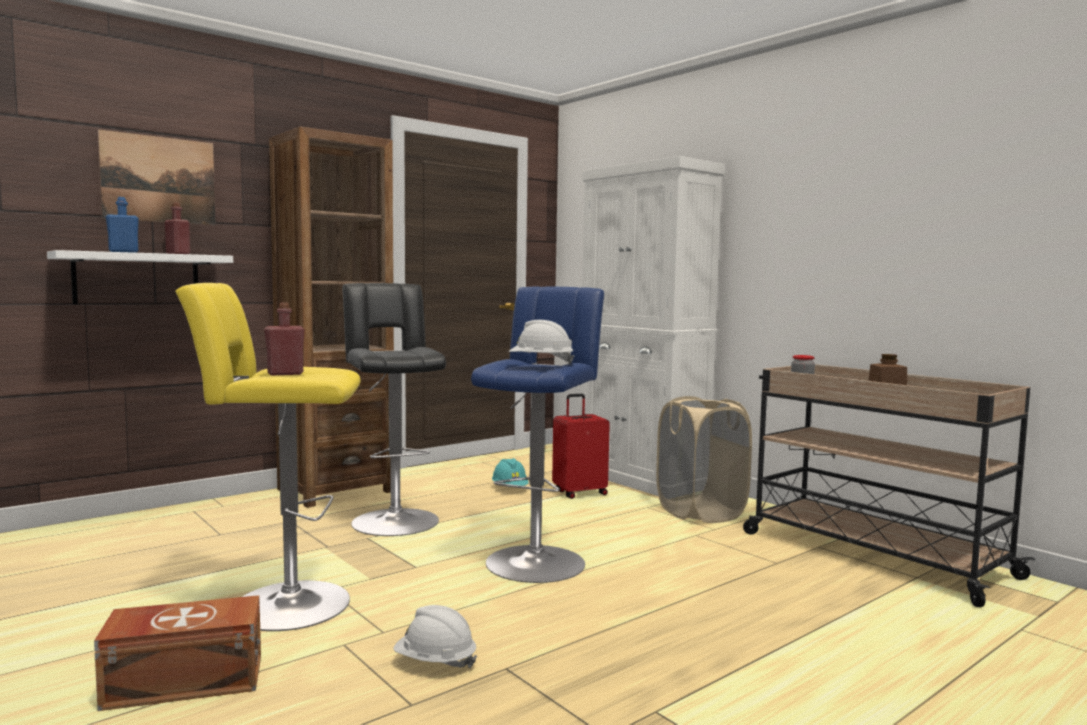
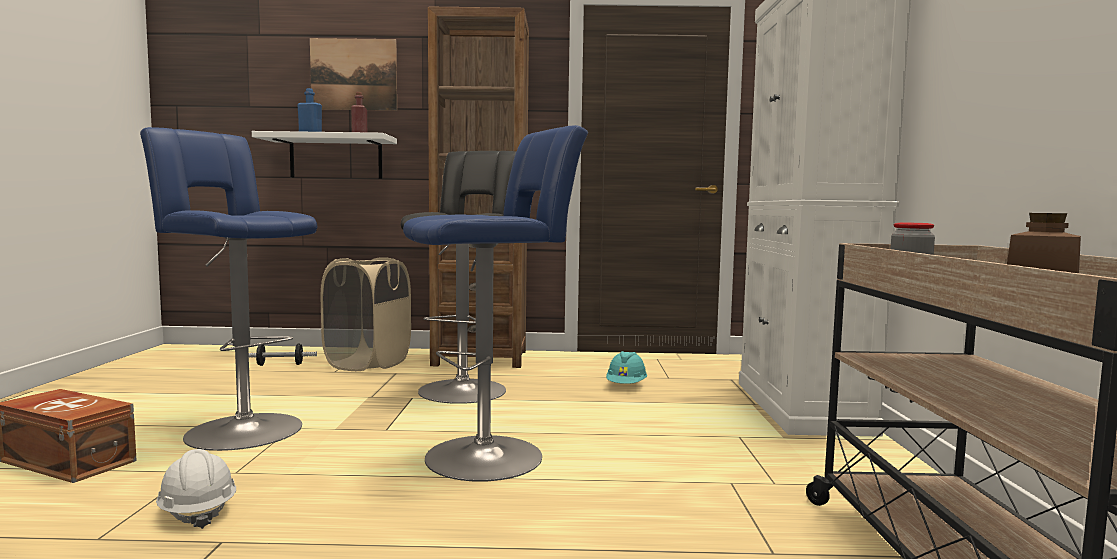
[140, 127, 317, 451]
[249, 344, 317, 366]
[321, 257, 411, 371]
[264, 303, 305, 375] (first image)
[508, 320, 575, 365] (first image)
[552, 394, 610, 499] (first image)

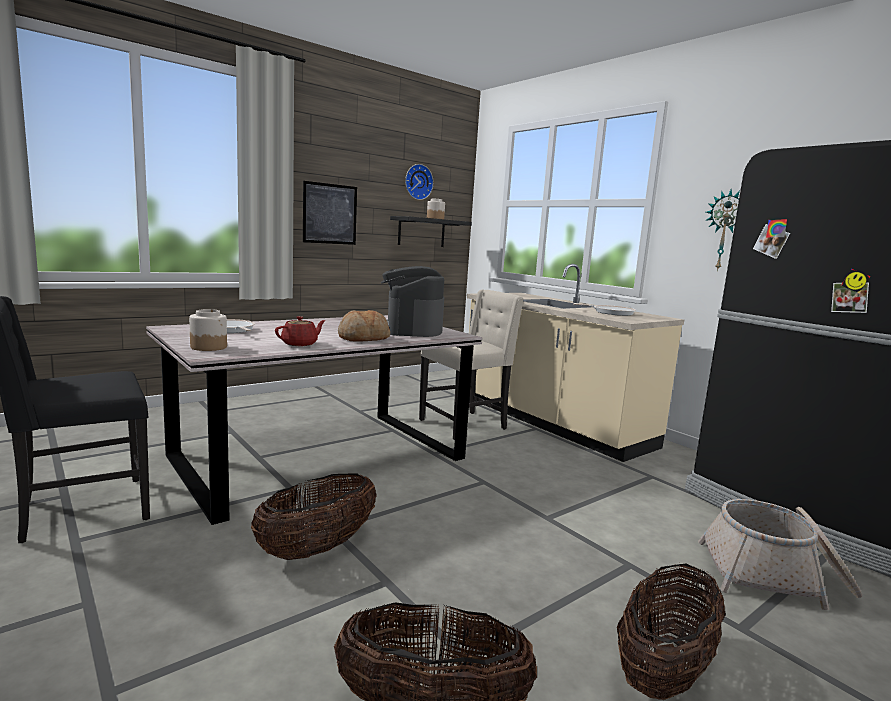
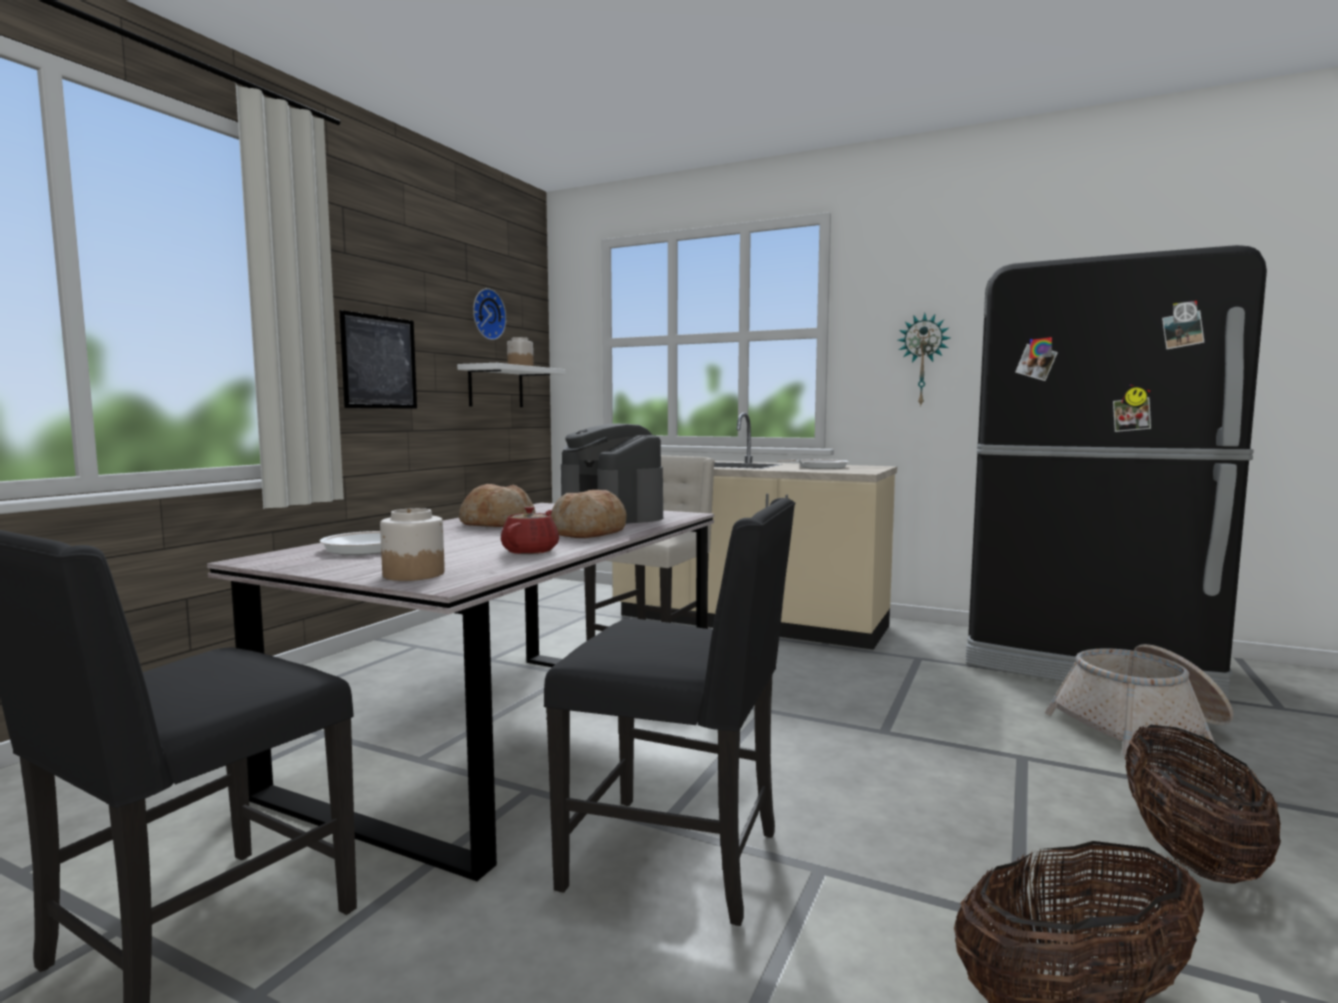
[457, 363, 566, 407]
[459, 484, 535, 527]
[544, 498, 795, 926]

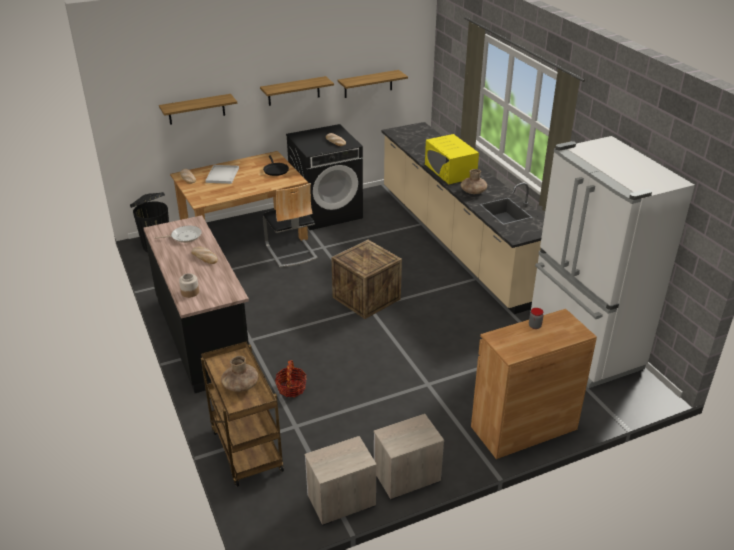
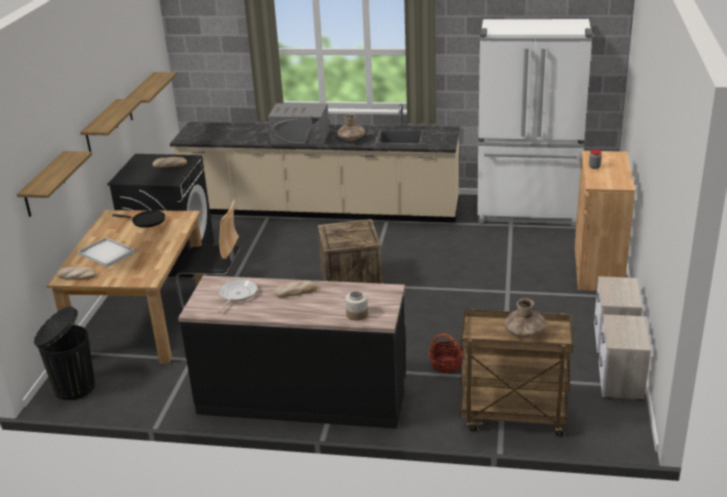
[268, 103, 329, 145]

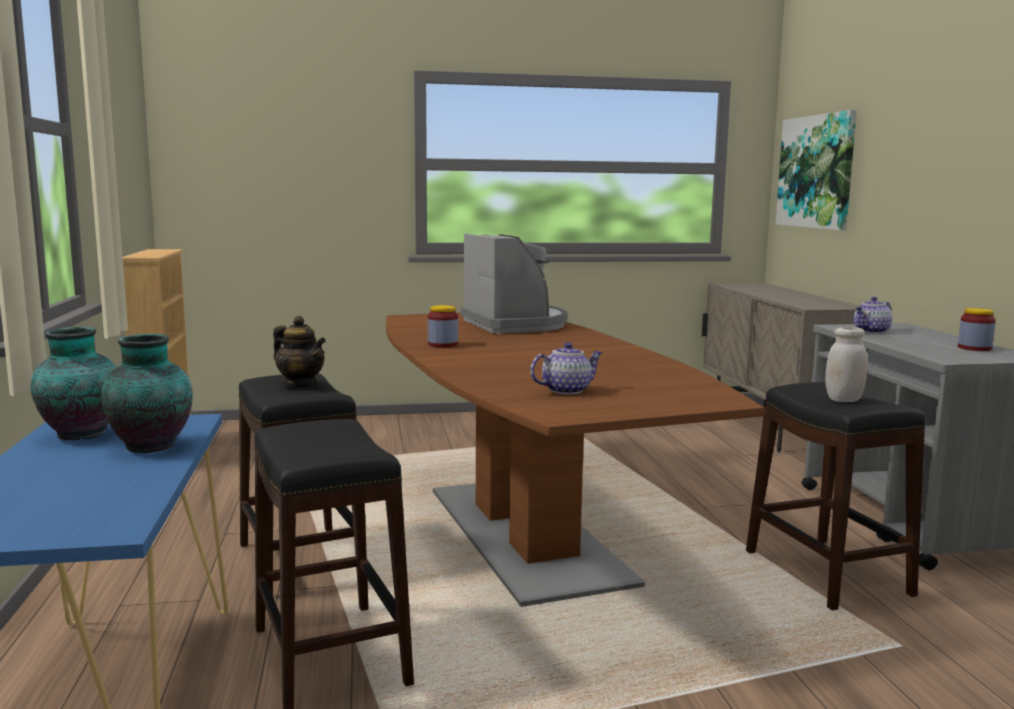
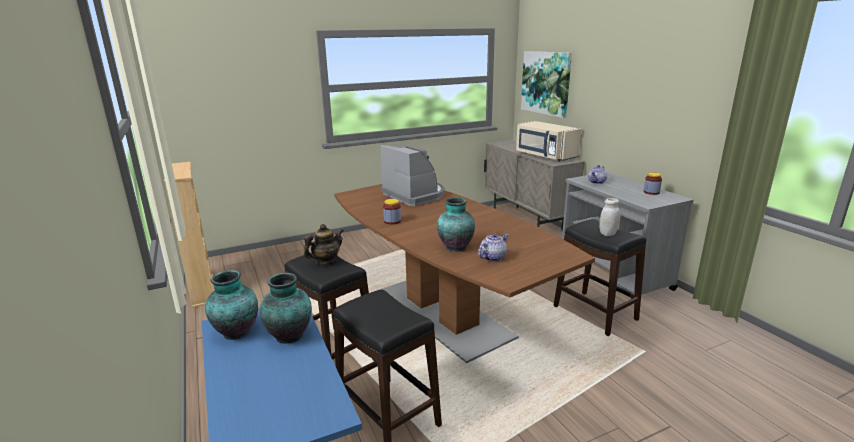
[304, 224, 343, 265]
[437, 197, 475, 252]
[516, 121, 581, 162]

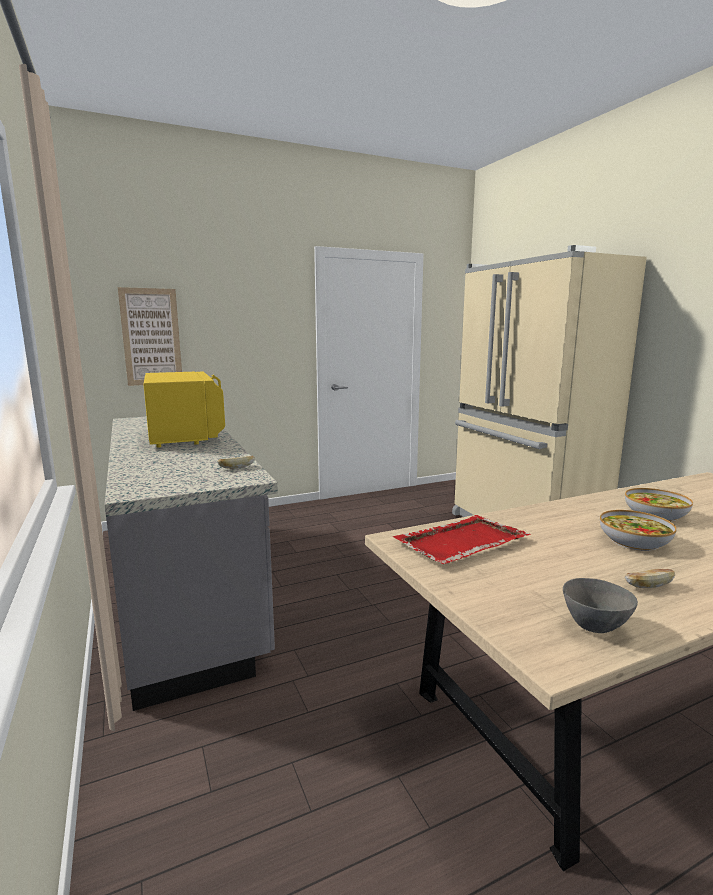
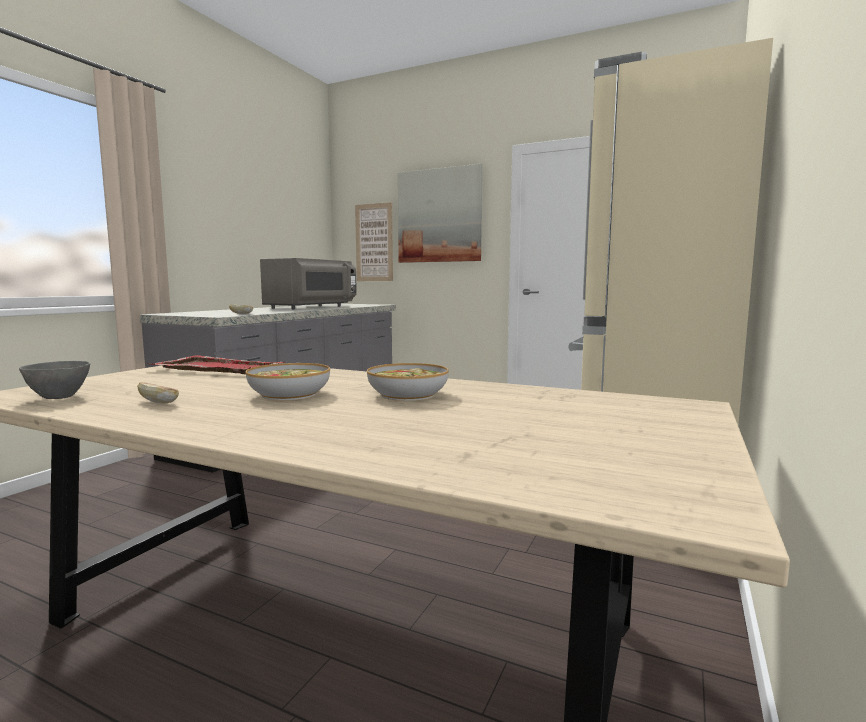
[260, 258, 357, 309]
[398, 164, 482, 263]

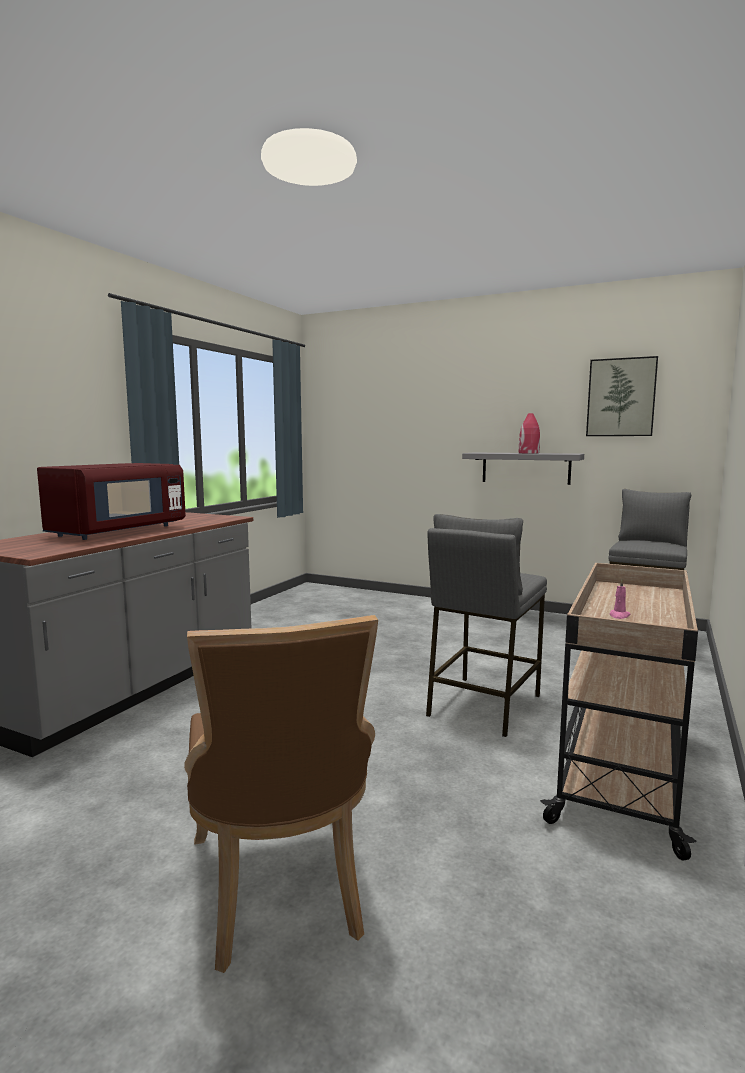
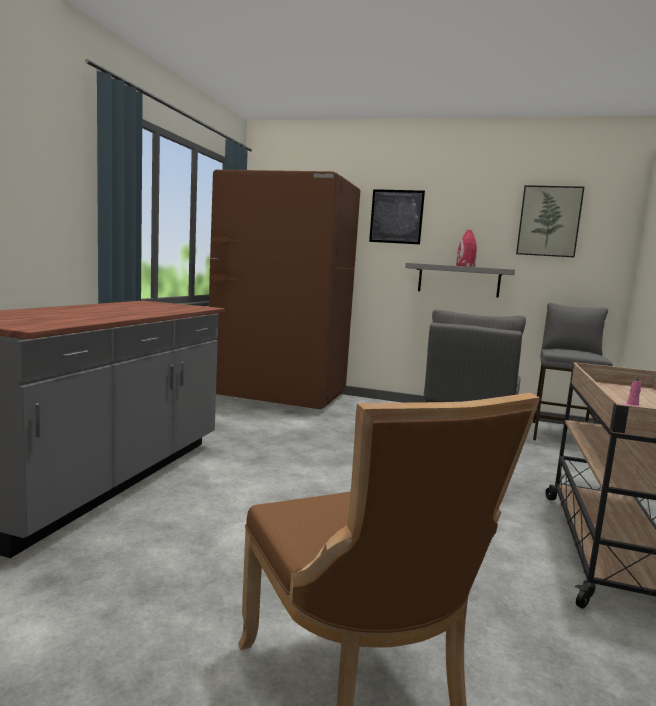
[209, 170, 360, 409]
[369, 189, 425, 244]
[37, 463, 186, 540] (first image)

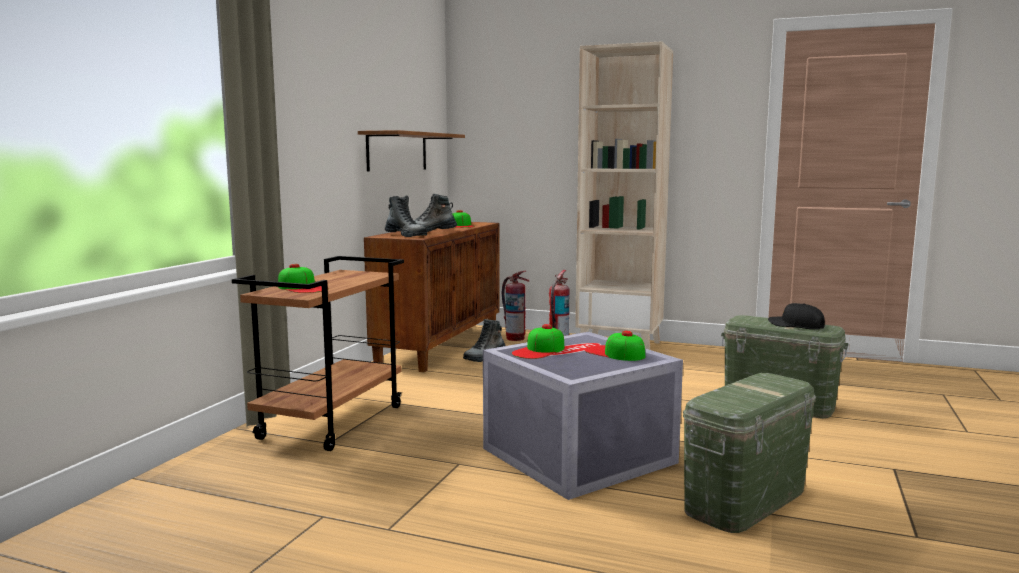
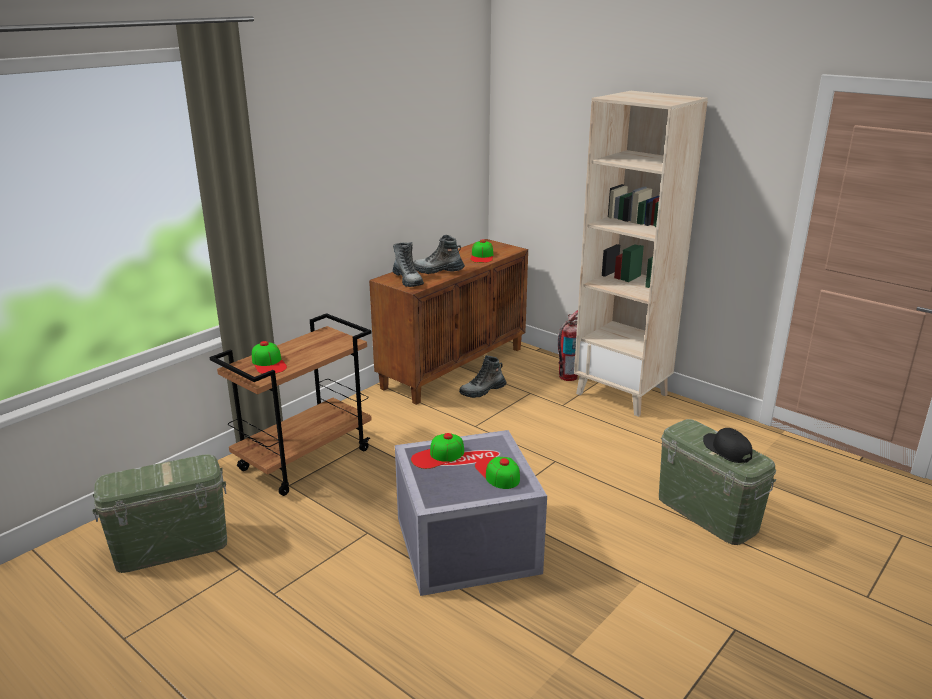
[92, 454, 227, 573]
[358, 130, 465, 171] (first image)
[502, 271, 529, 341] (first image)

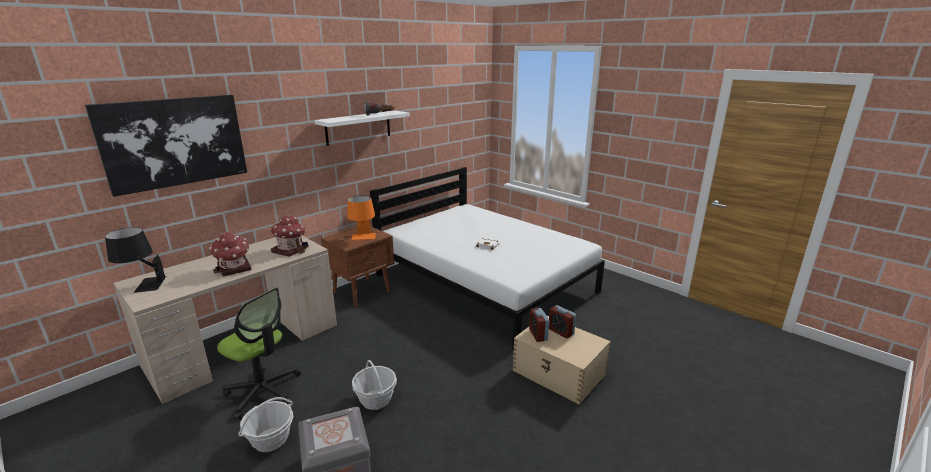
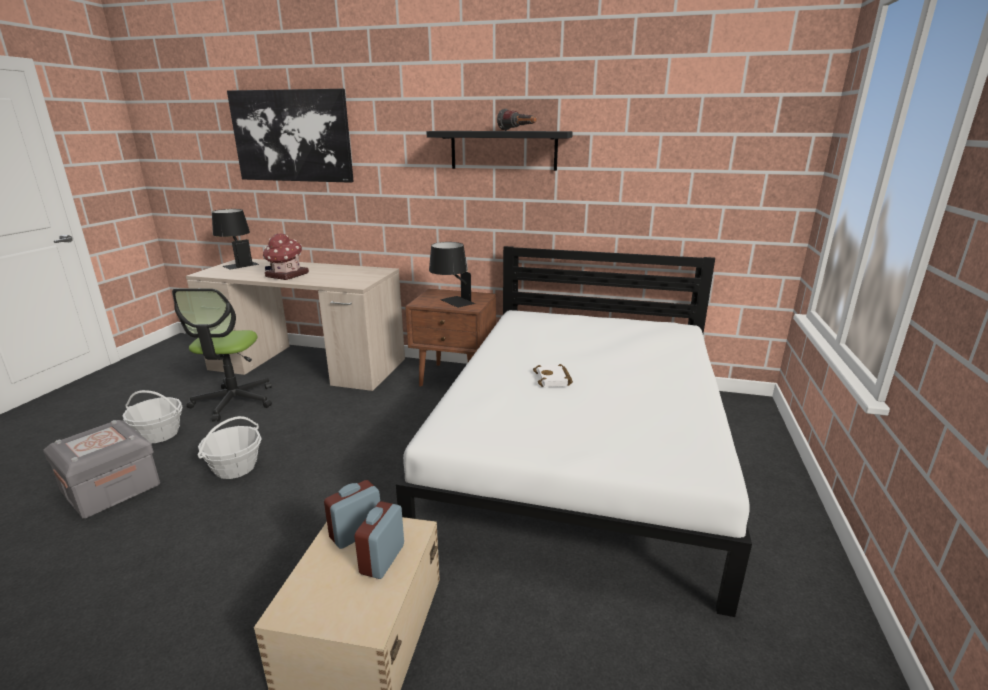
[427, 131, 573, 171]
[429, 242, 475, 308]
[270, 215, 309, 257] (first image)

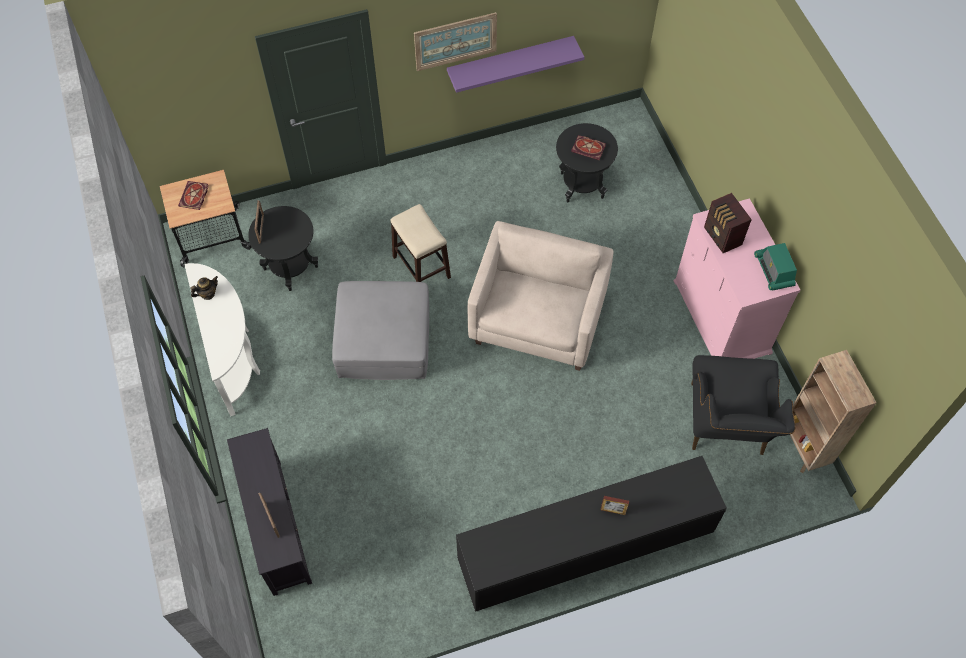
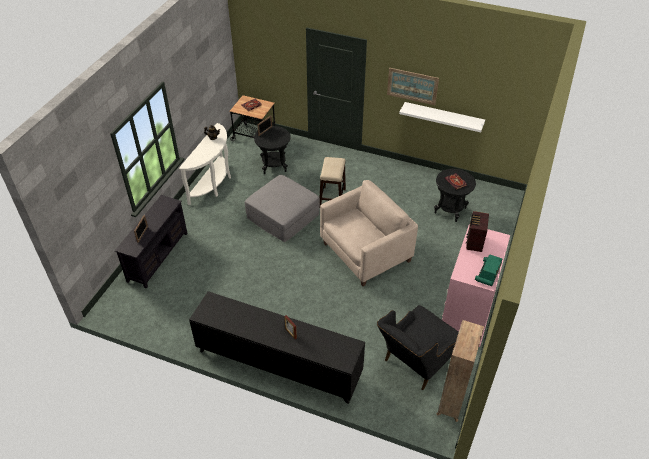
[399, 102, 485, 132]

